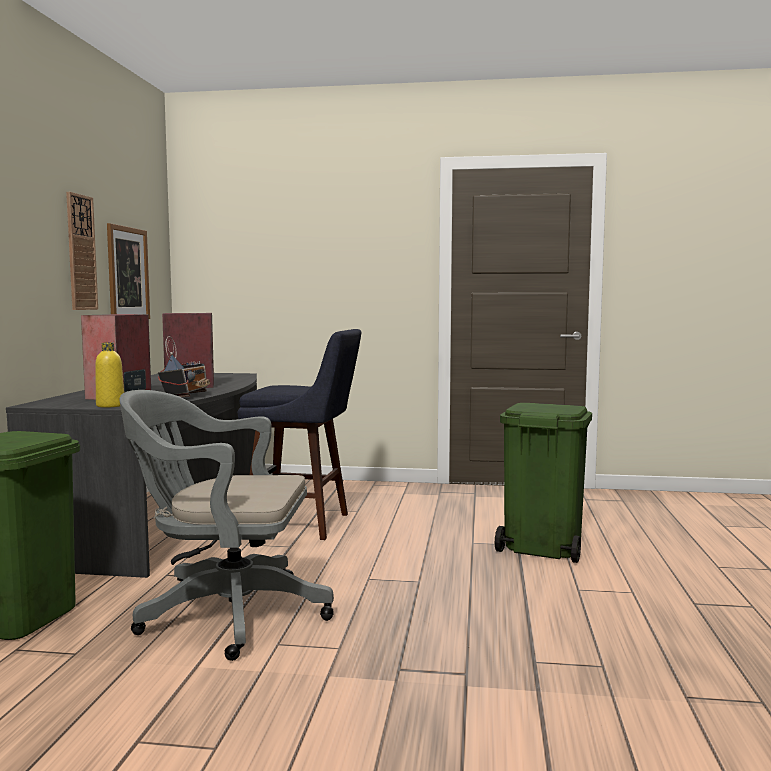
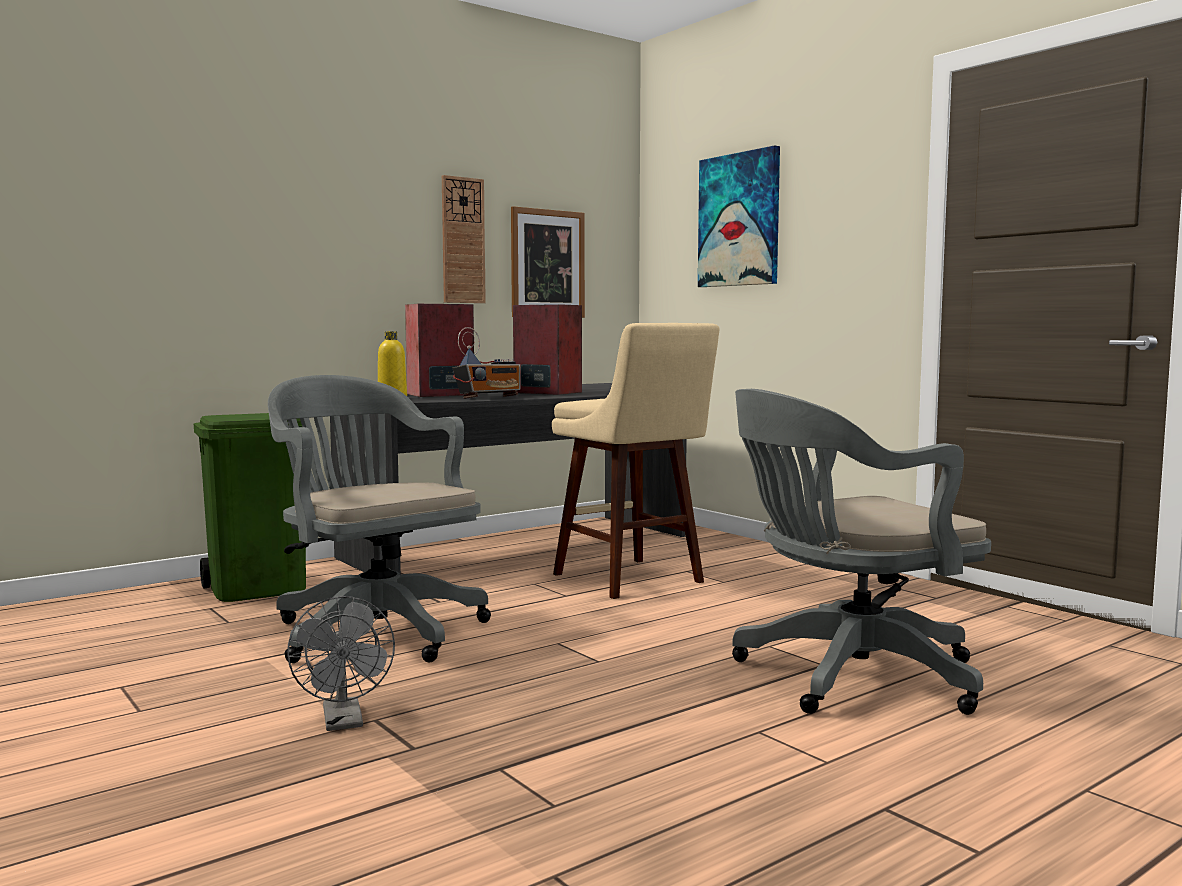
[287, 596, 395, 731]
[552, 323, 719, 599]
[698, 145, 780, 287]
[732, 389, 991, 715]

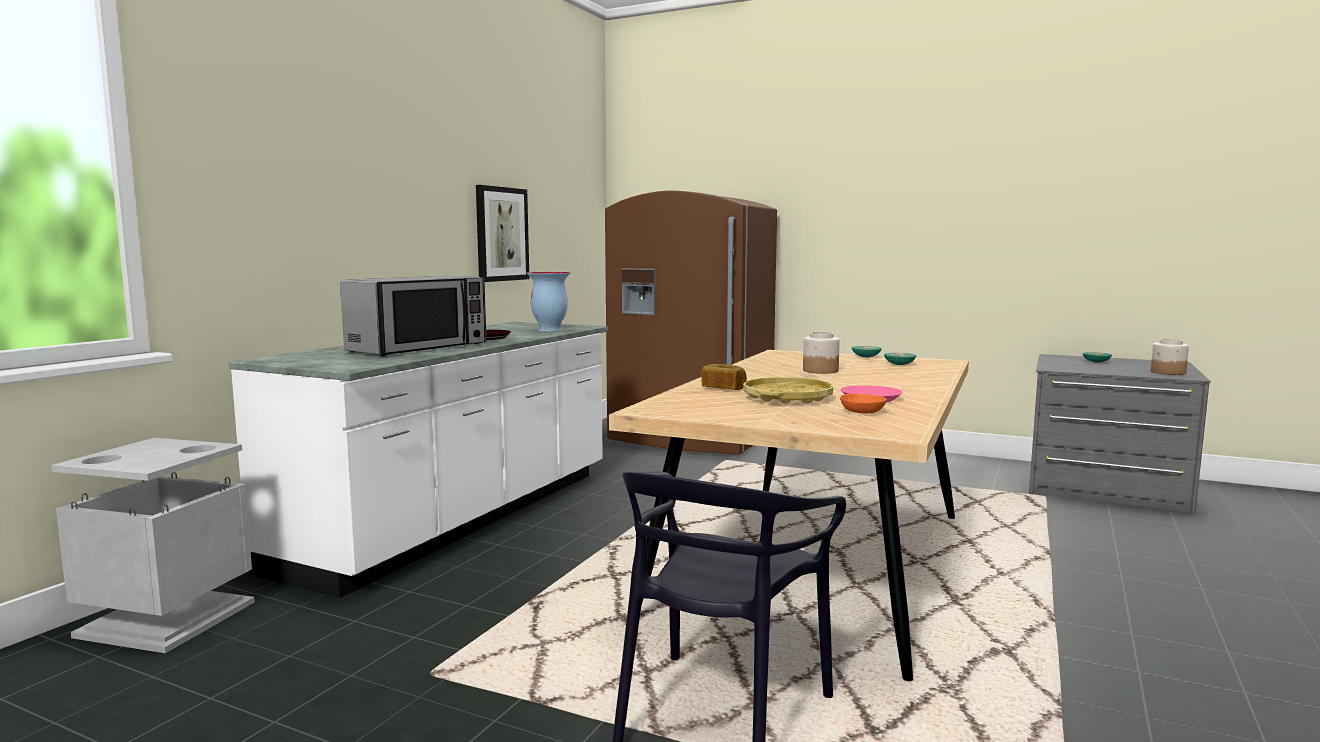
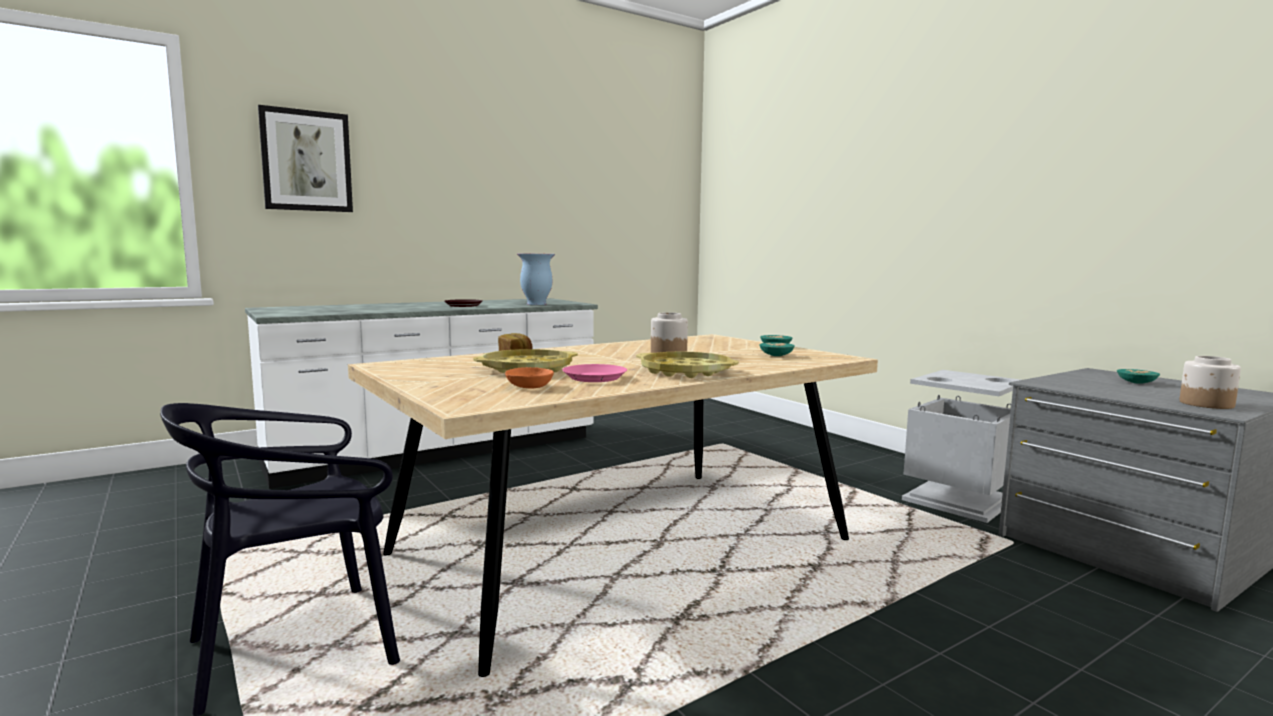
[258, 105, 353, 212]
[636, 351, 739, 378]
[902, 370, 1020, 523]
[340, 276, 487, 356] (first image)
[605, 191, 777, 455] (first image)

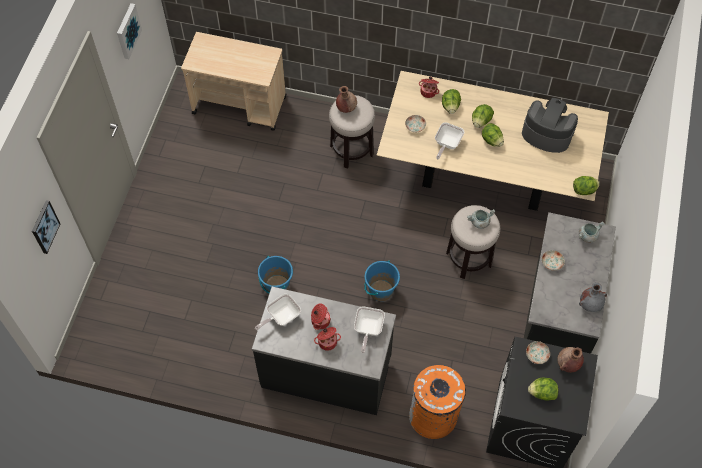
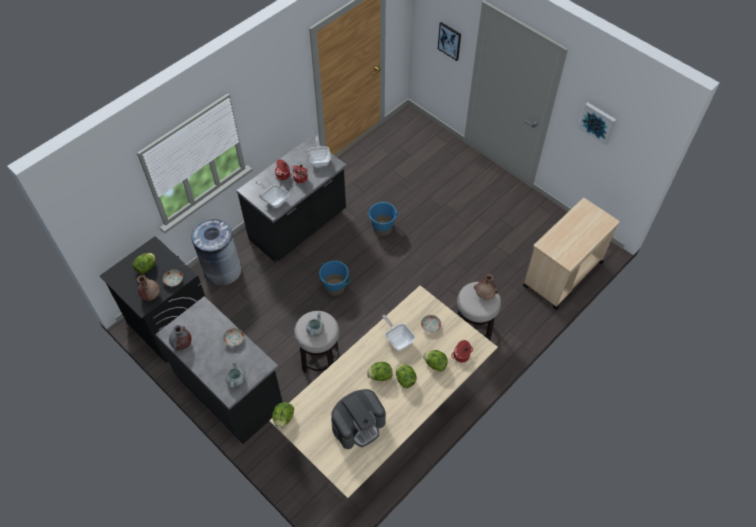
[191, 219, 242, 286]

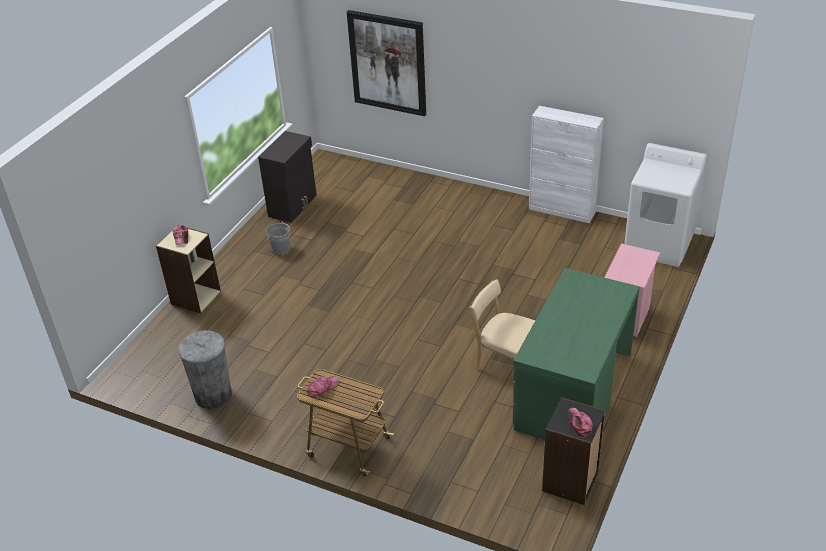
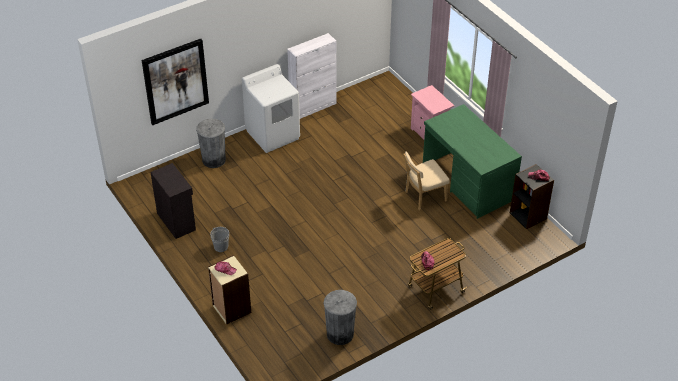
[196, 119, 226, 168]
[242, 64, 300, 153]

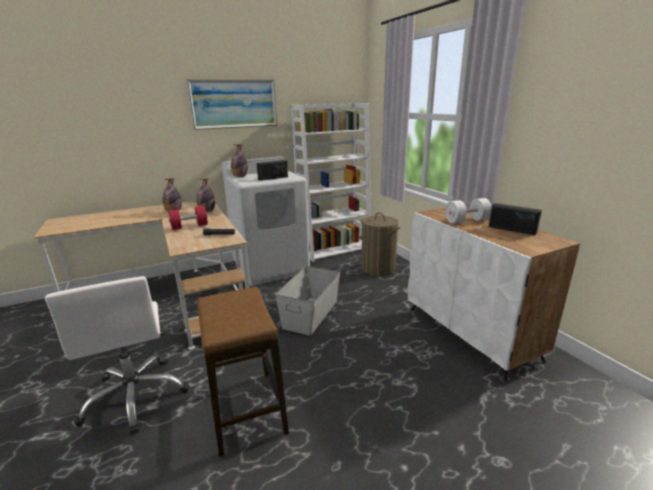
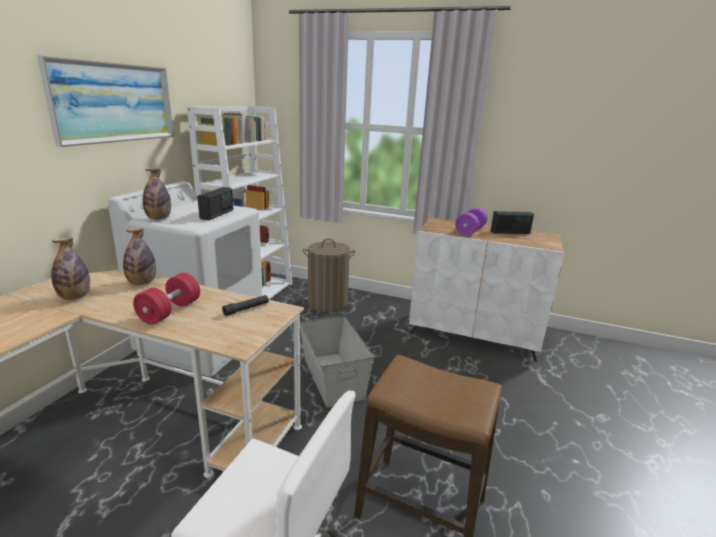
[455, 208, 487, 236]

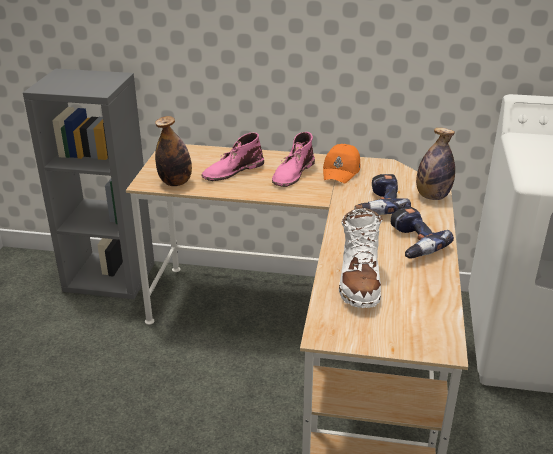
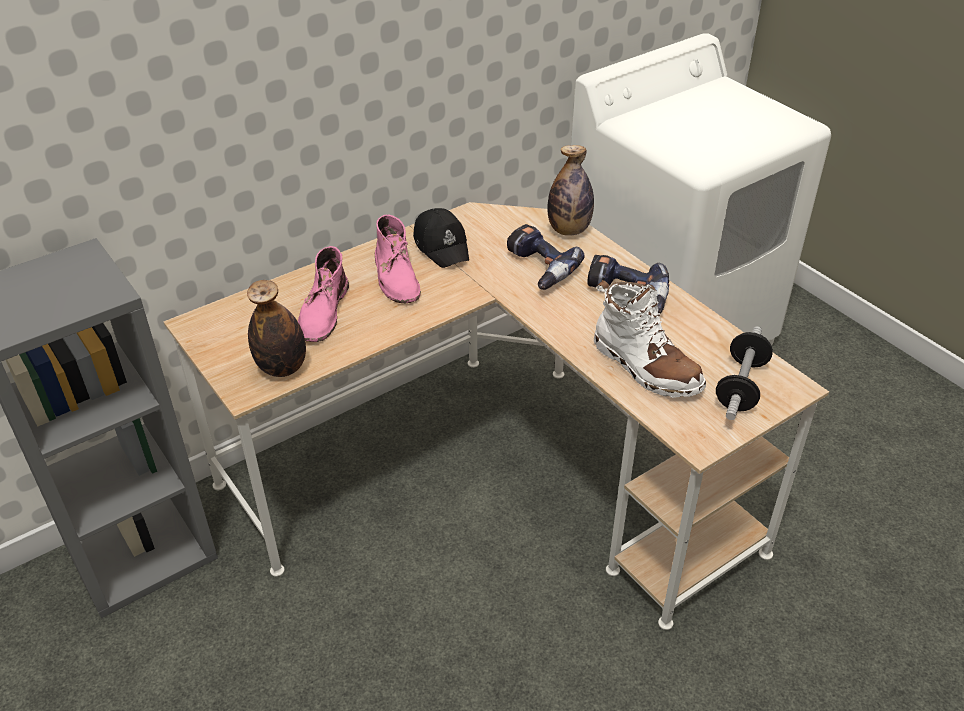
[413, 208, 469, 268]
[716, 326, 773, 420]

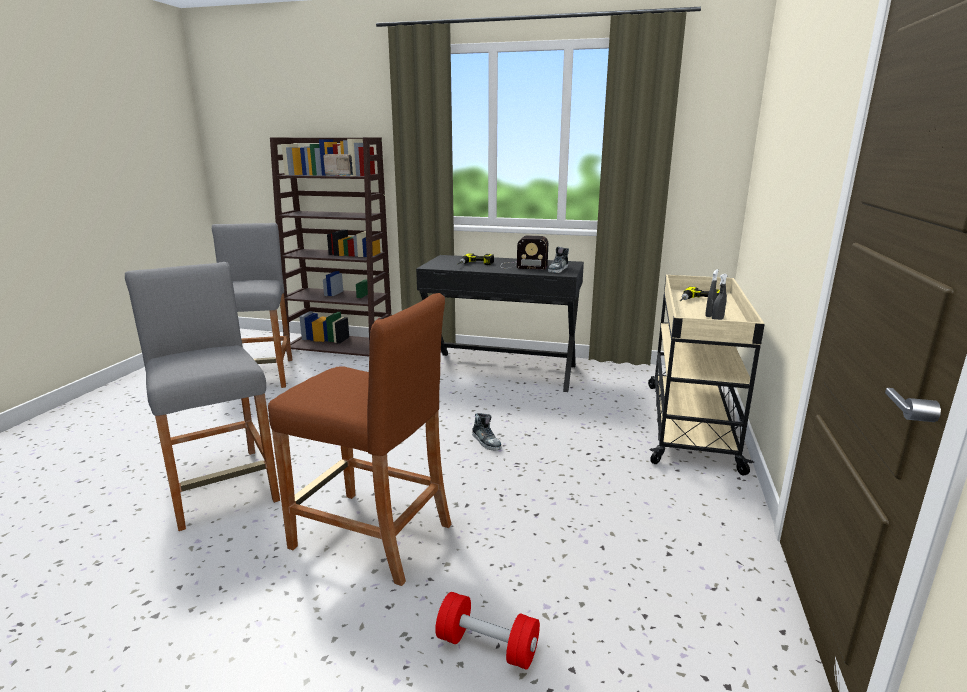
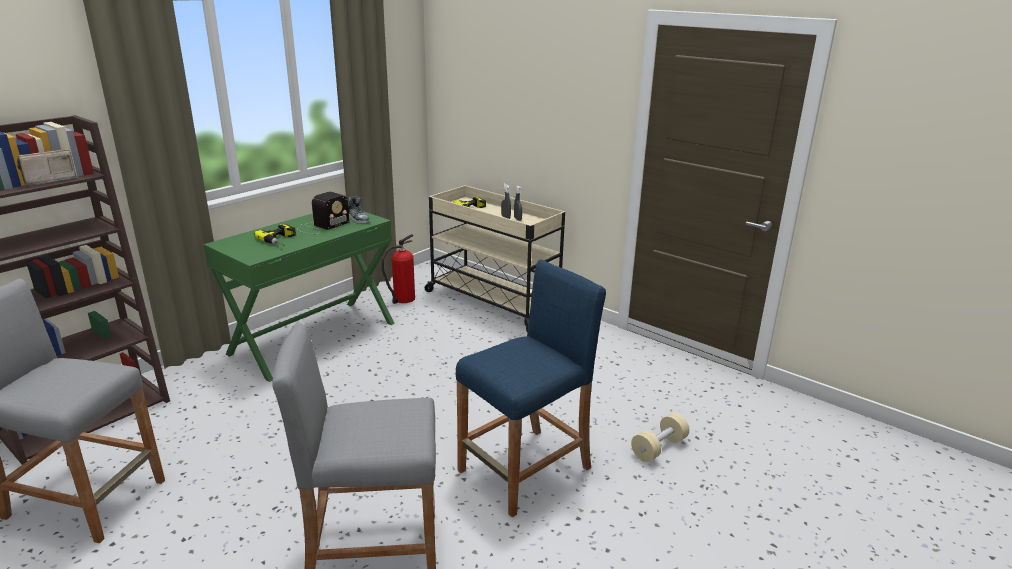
[203, 211, 395, 382]
[381, 234, 415, 304]
[456, 259, 606, 517]
[631, 413, 689, 462]
[472, 413, 502, 451] (first image)

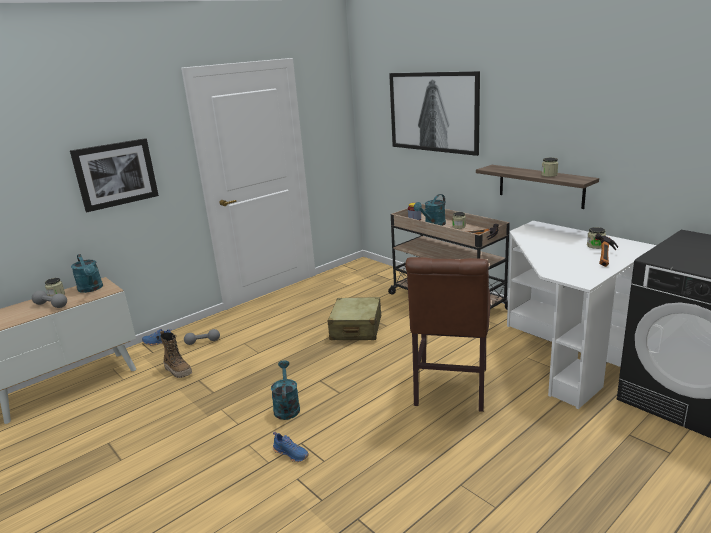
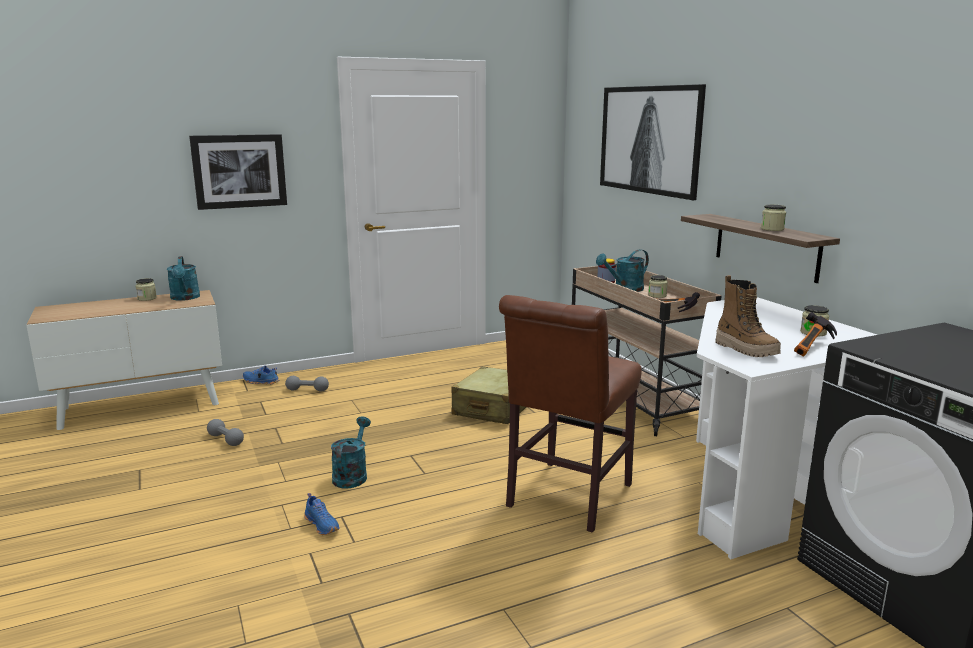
[207, 419, 244, 446]
[715, 275, 781, 357]

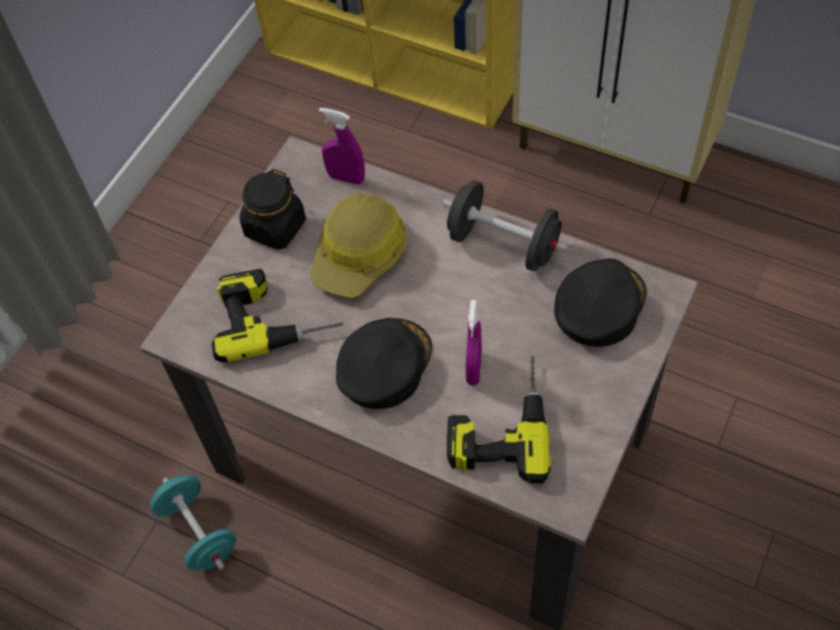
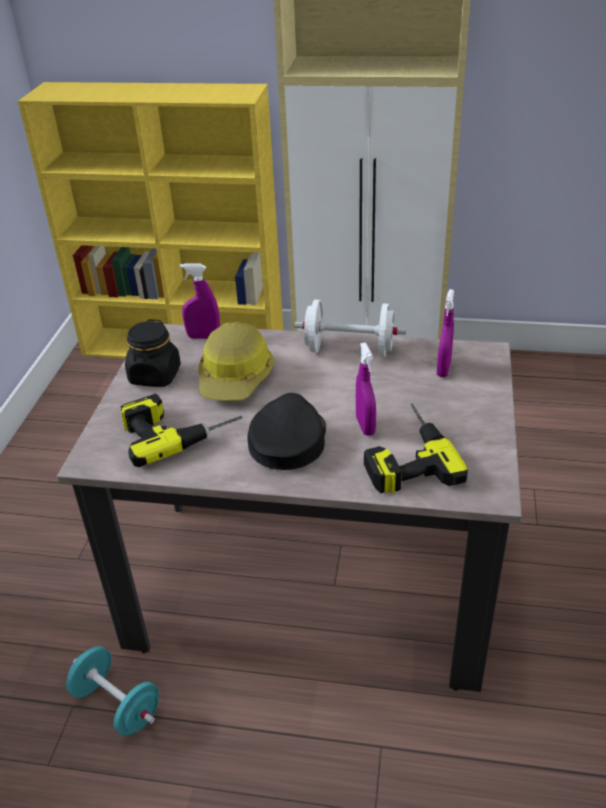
[295, 300, 406, 357]
[437, 289, 454, 377]

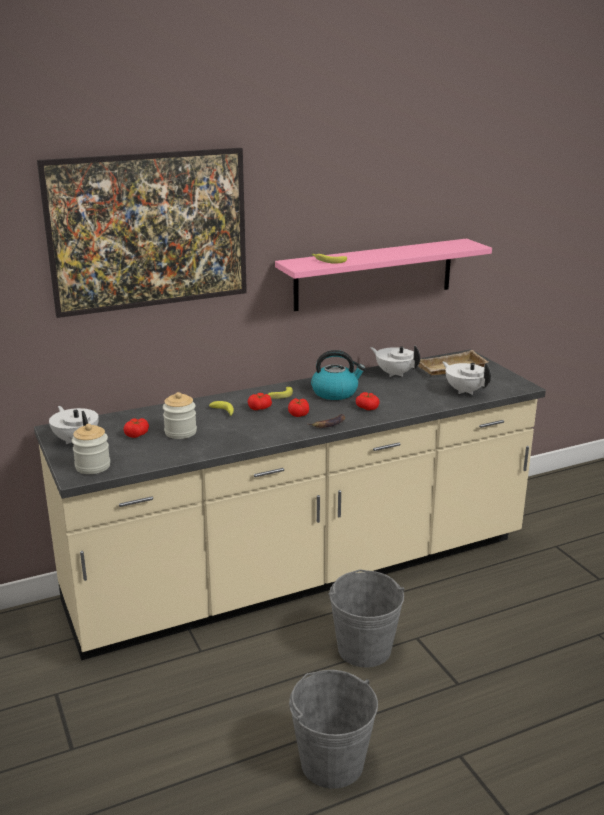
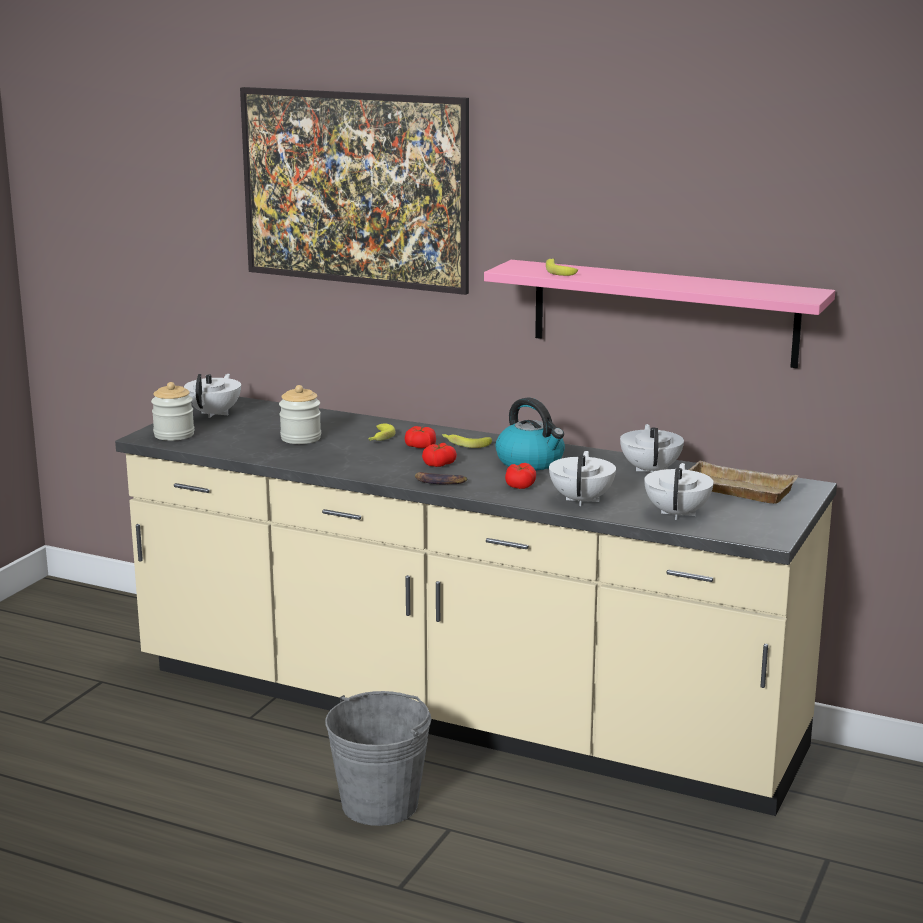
[549, 451, 616, 506]
[124, 418, 149, 438] (first image)
[289, 670, 378, 789] (first image)

